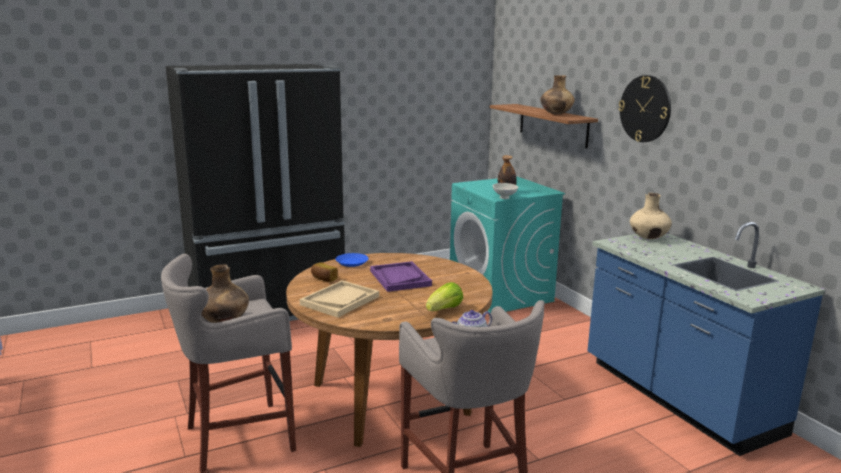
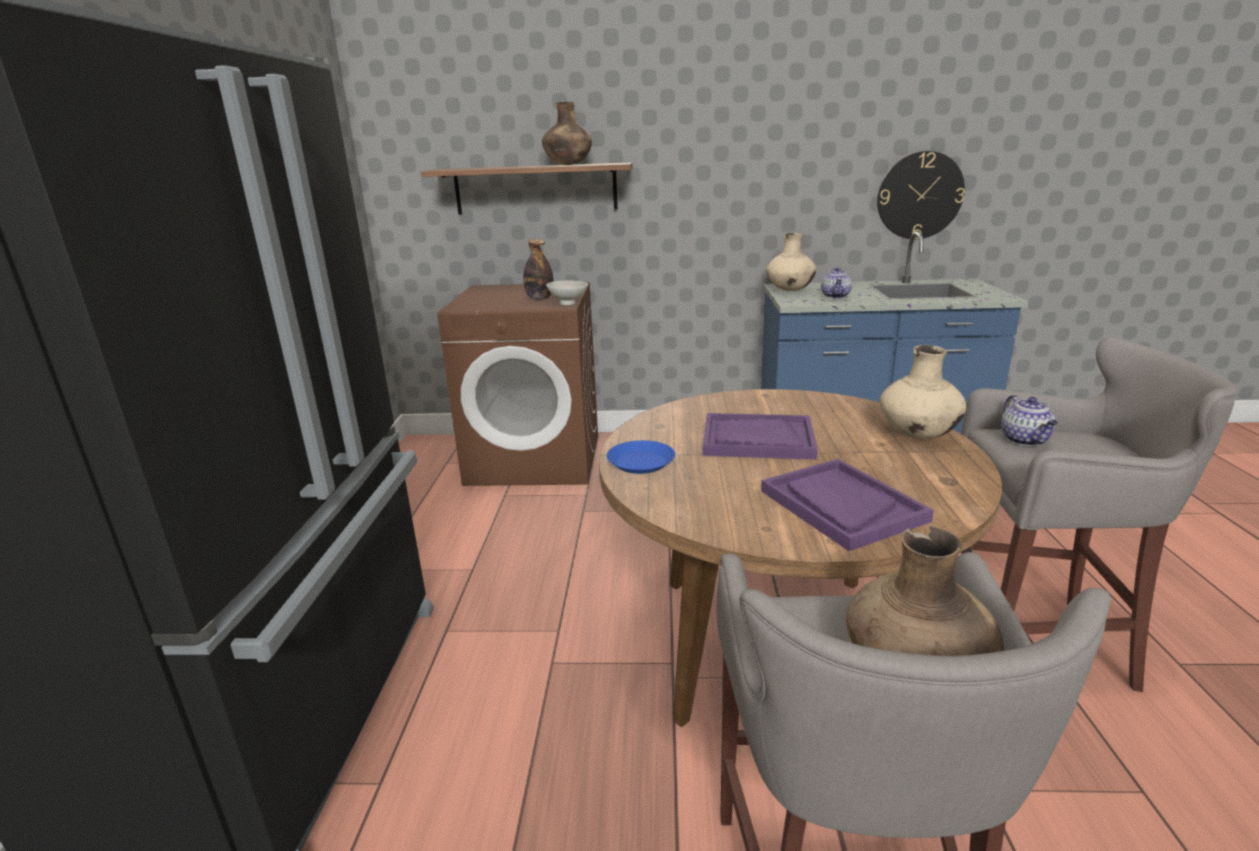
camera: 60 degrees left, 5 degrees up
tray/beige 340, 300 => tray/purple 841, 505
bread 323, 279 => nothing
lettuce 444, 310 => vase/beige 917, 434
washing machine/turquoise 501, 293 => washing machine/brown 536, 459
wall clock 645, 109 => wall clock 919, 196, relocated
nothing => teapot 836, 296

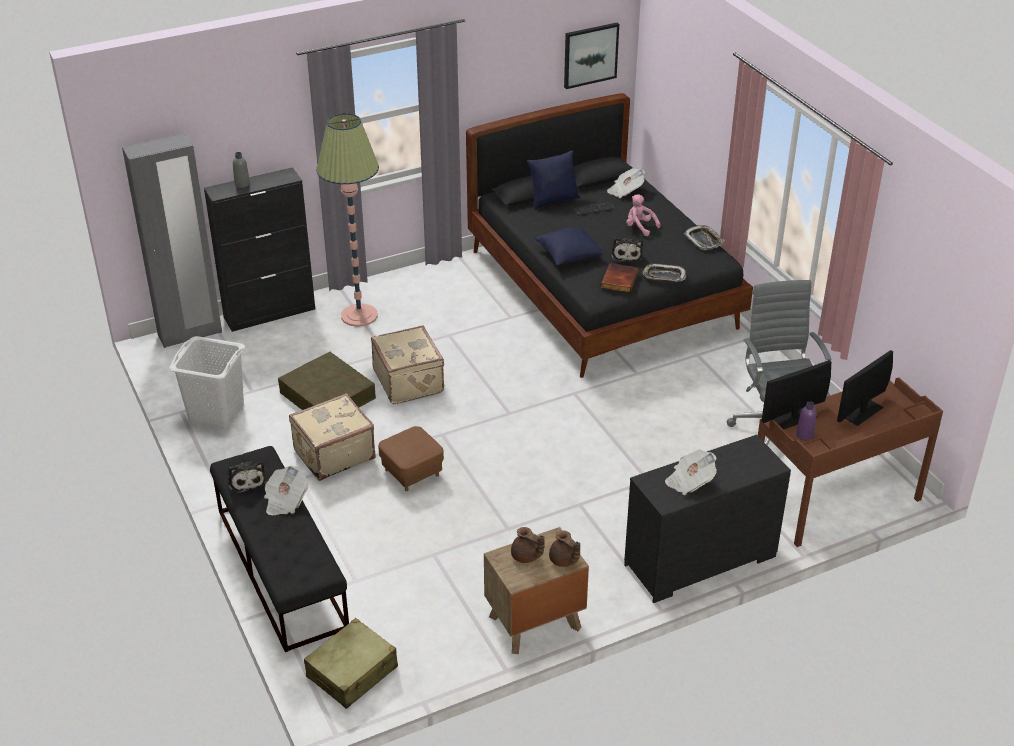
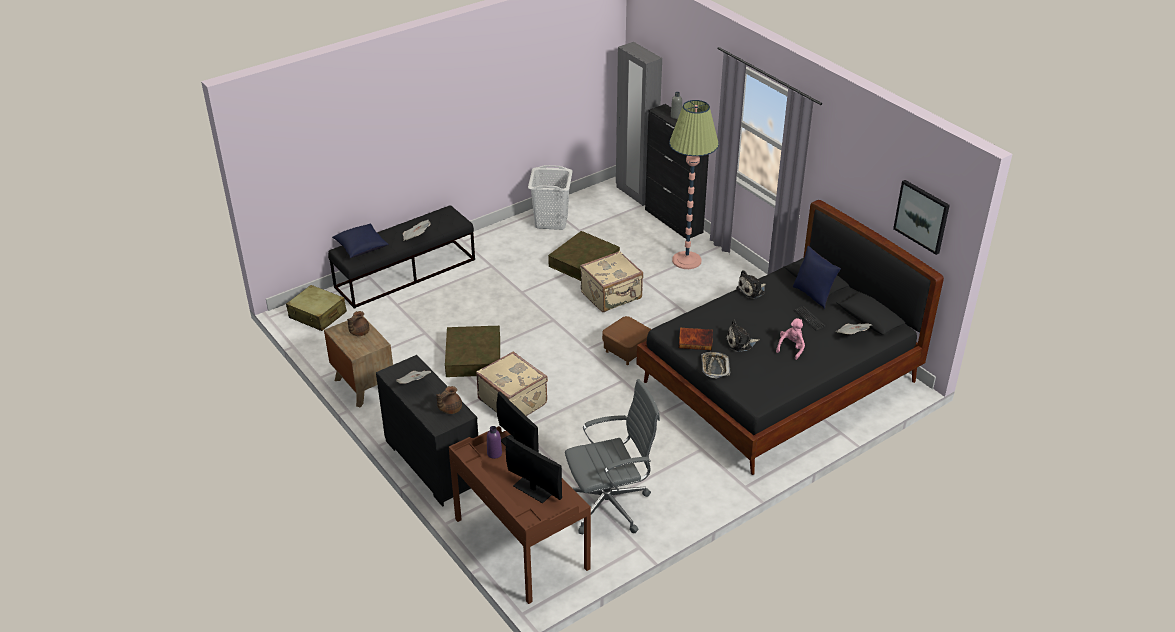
camera: 80 degrees right, 0 degrees up
plush toy 246, 481 => plush toy 752, 290, relocated
suitcase/beige 333, 454 => suitcase/beige 513, 401, relocated
ottoman/brown 412, 472 => ottoman/brown 627, 351, relocated
pillow/blue 569, 256 => pillow/blue 361, 248, relocated
teapot/brown 564, 560 => teapot/brown 450, 409, relocated
tray 704, 240 => nothing
nothing => storage box/brown 473, 356

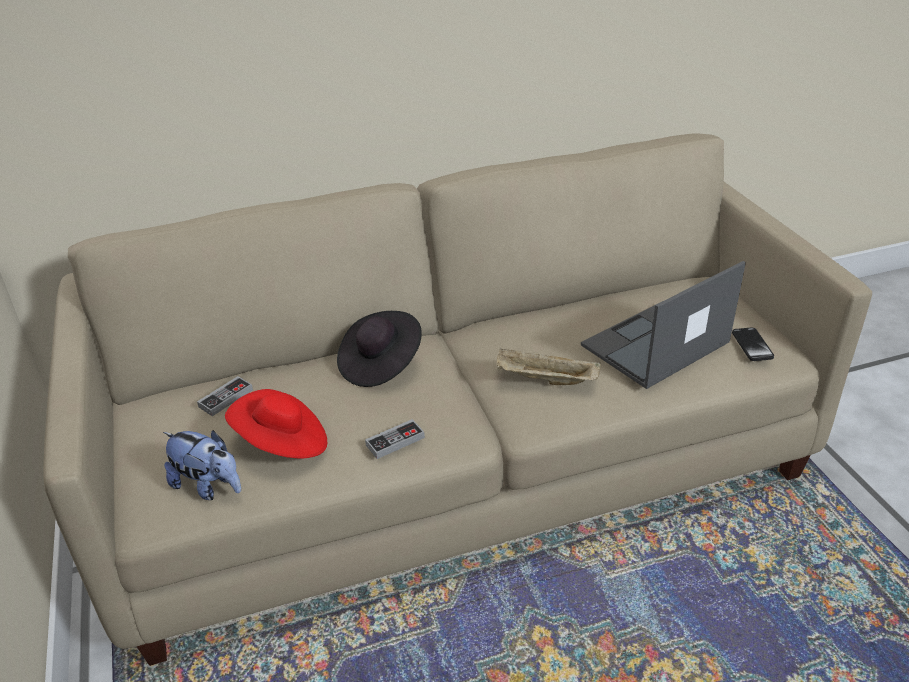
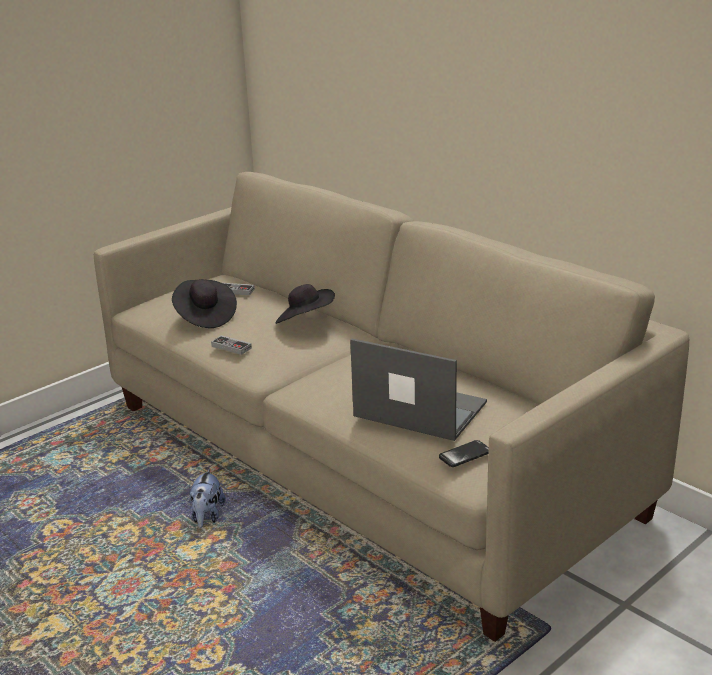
camera: 65 degrees right, 10 degrees down
plush toy 208, 486 => plush toy 207, 516, relocated
hat/red 282, 444 => hat/black 205, 317
tray/beige 545, 380 => nothing

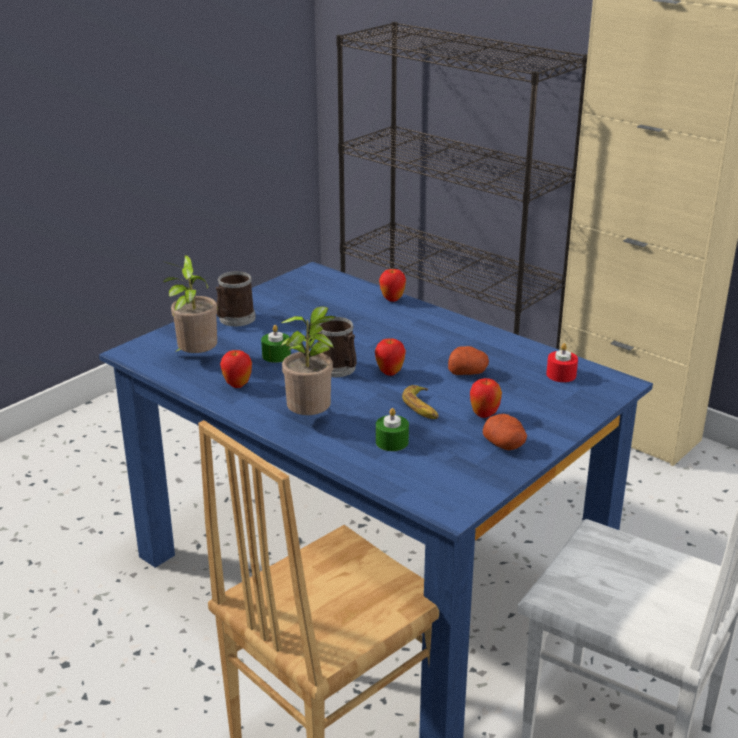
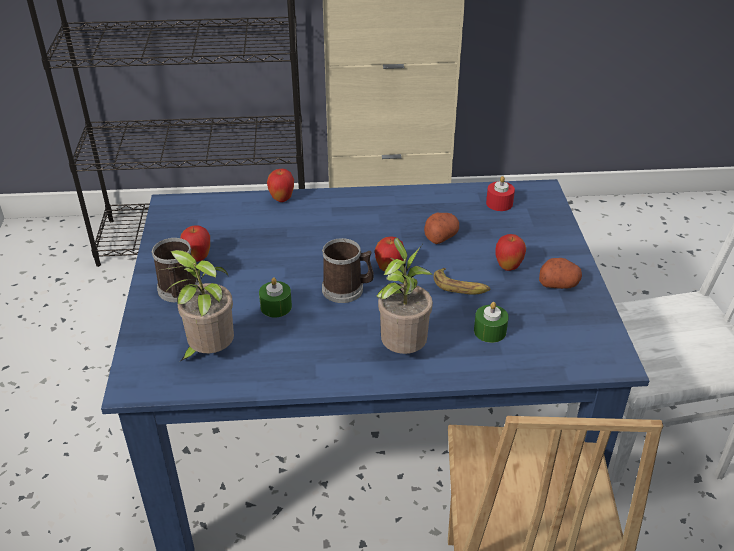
camera: 45 degrees left, 10 degrees up
apple 237, 385 => apple 198, 258, relocated

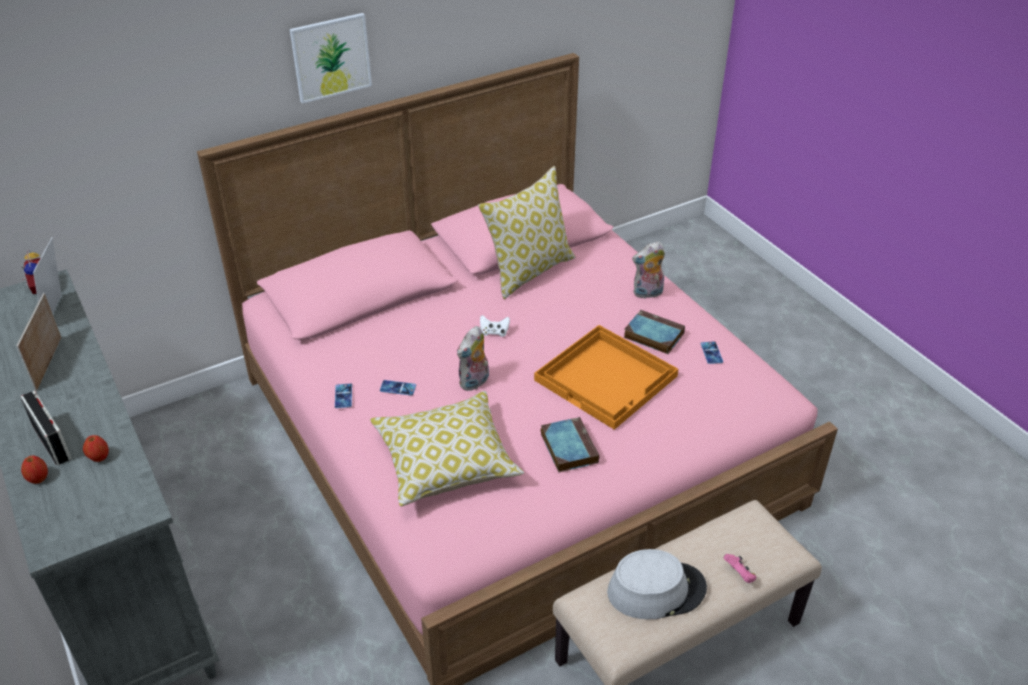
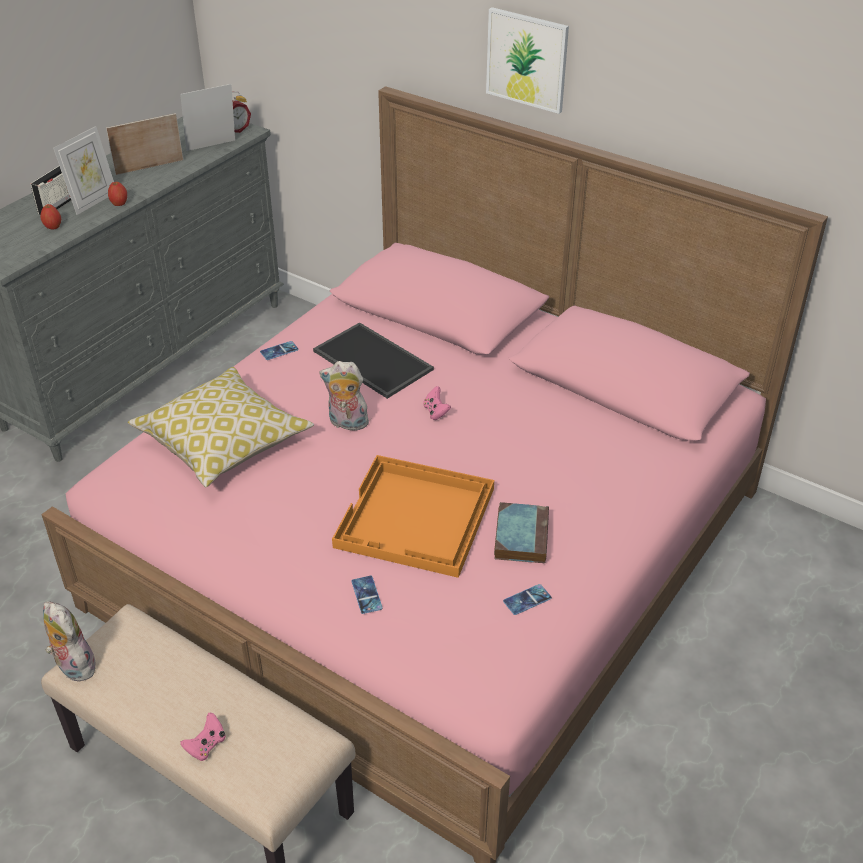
camera: 65 degrees right, 0 degrees up
apple 38, 478 => apple 119, 203, relocated
phone 398, 388 => phone 366, 595, relocated
pillow 529, 270 => nothing
game controller/white 494, 332 => game controller/pink 436, 412
book 568, 447 => nothing
hat/grey 656, 590 => nothing
plush toy 647, 294 => plush toy 73, 666, relocated
nothing => picture frame 93, 201
nothing => tray 370, 360

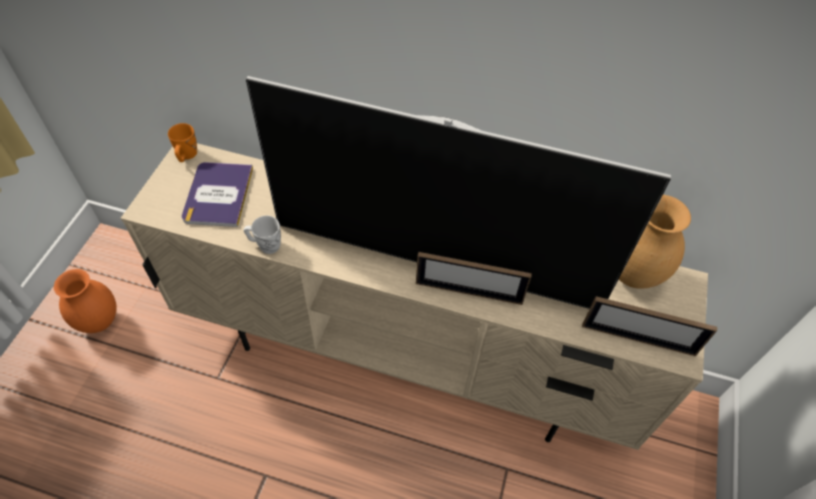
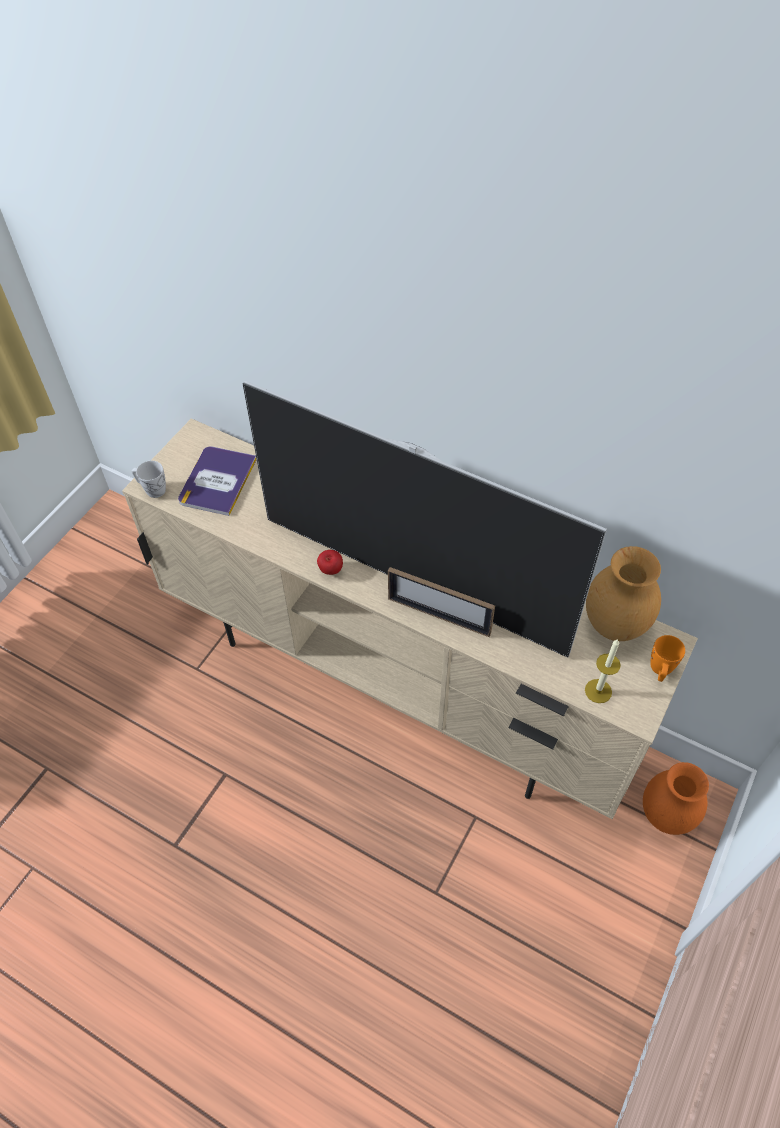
camera: 15 degrees right, 0 degrees up
vase/orange 99, 321 => vase/orange 665, 814, relocated
mug/orange 186, 156 => mug/orange 660, 670, relocated
mug/white 265, 245 => mug/white 152, 489, relocated
picture frame 638, 339 => candle 598, 691
nothing => apple 330, 571

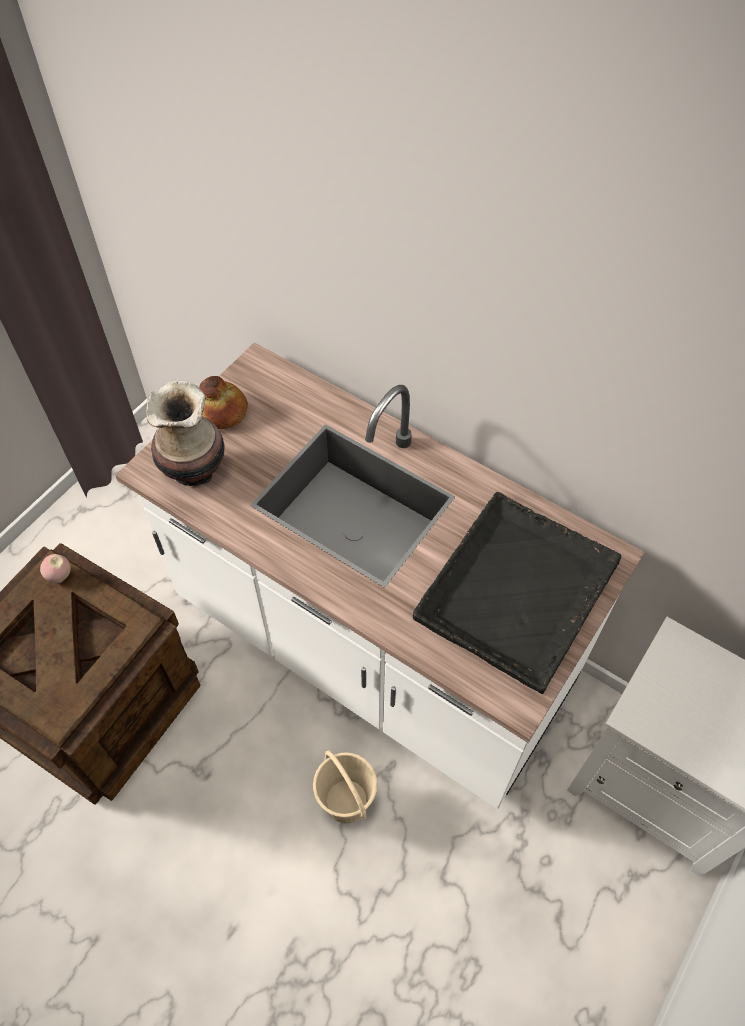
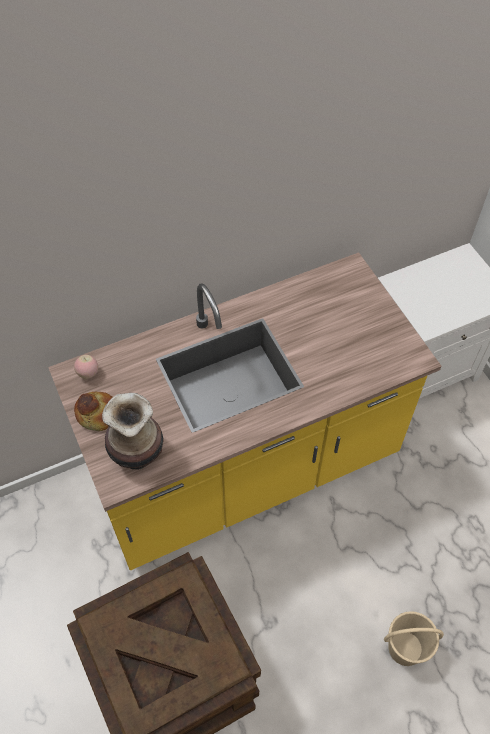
camera: 60 degrees left, 0 degrees up
apple 60, 576 => apple 88, 373, relocated
counter/white 372, 646 => counter/yellow 245, 468
bucket/beige 347, 802 => bucket/beige 406, 648, relocated
tray/black 515, 591 => nothing

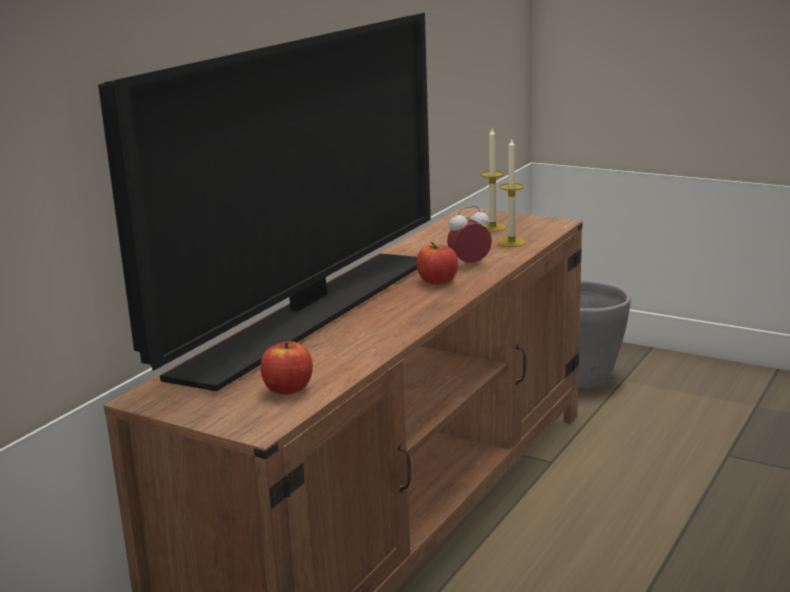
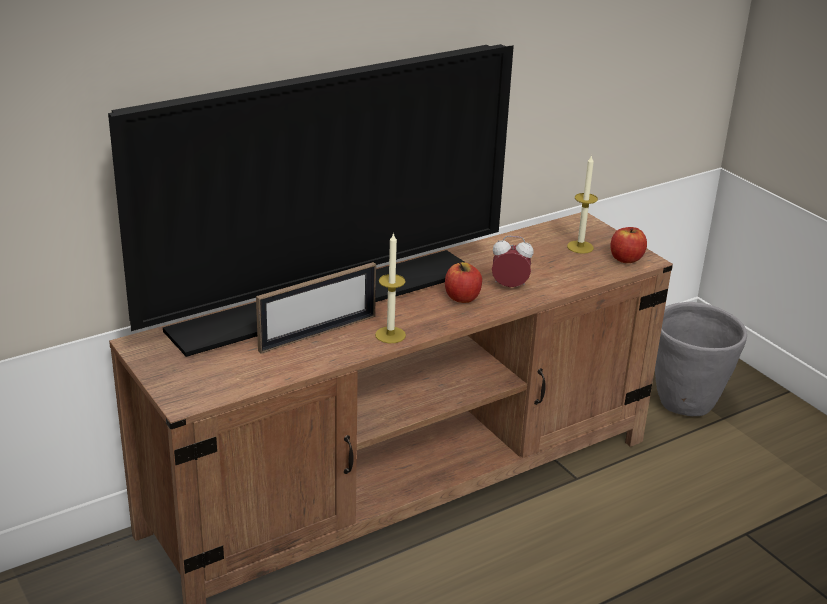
camera: 25 degrees right, 10 degrees up
apple 288, 389 => apple 626, 259, relocated
candle 511, 242 => candle 390, 335, relocated
nothing => picture frame 318, 333

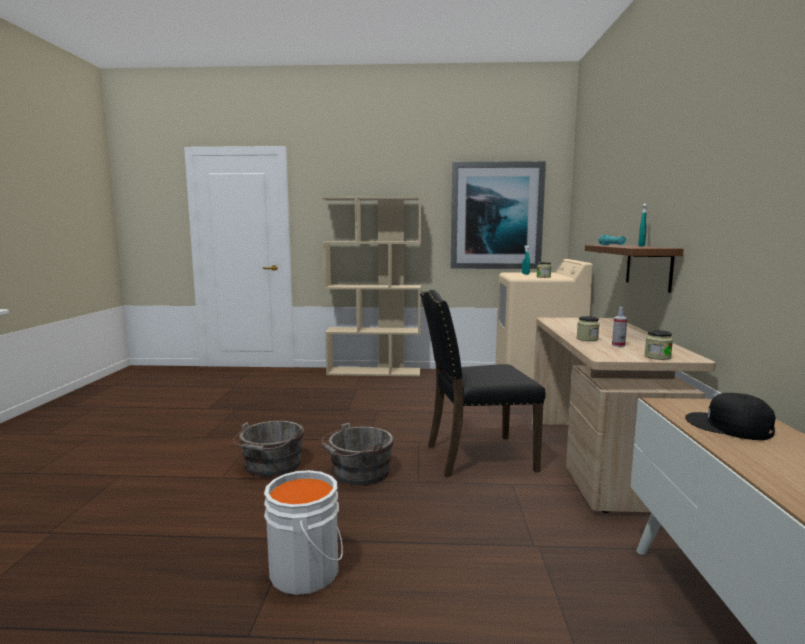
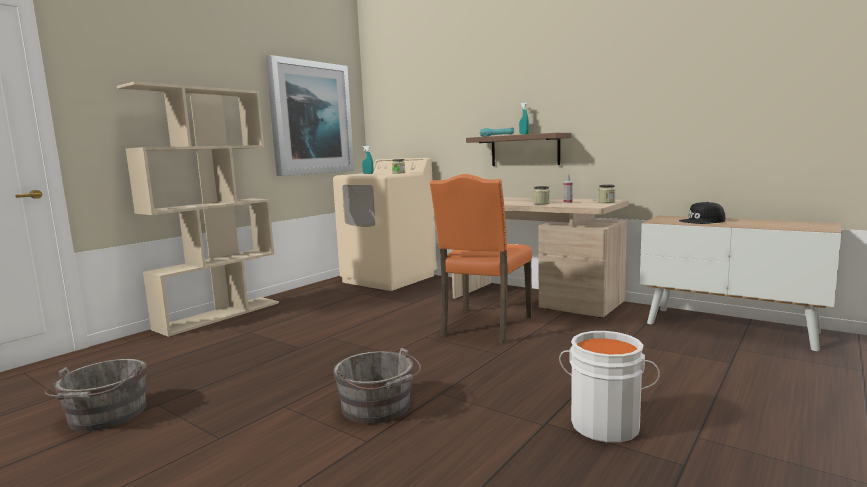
camera: 55 degrees left, 0 degrees up
bucket/grey 358, 473 => bucket/grey 105, 416, relocated
chair/black 476, 457 => chair/orange 484, 326

